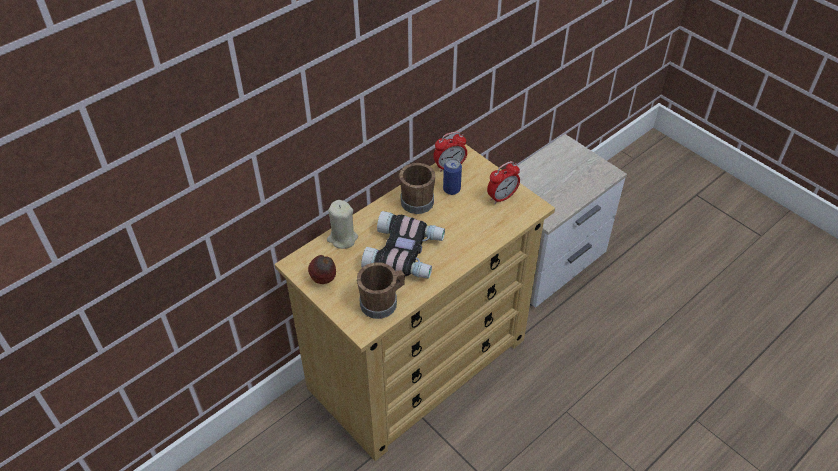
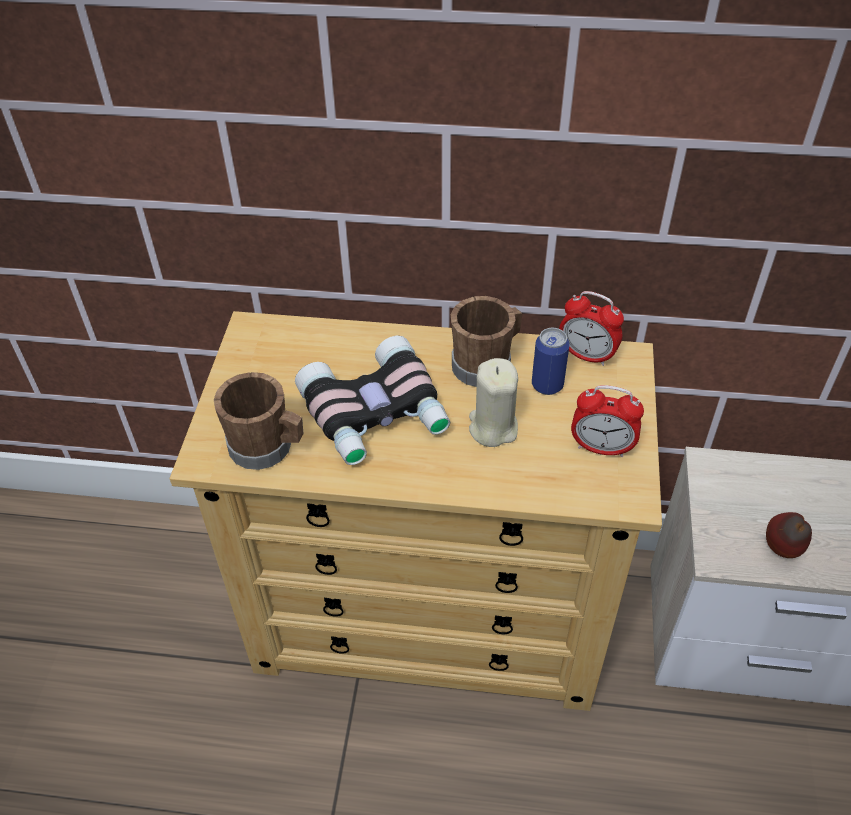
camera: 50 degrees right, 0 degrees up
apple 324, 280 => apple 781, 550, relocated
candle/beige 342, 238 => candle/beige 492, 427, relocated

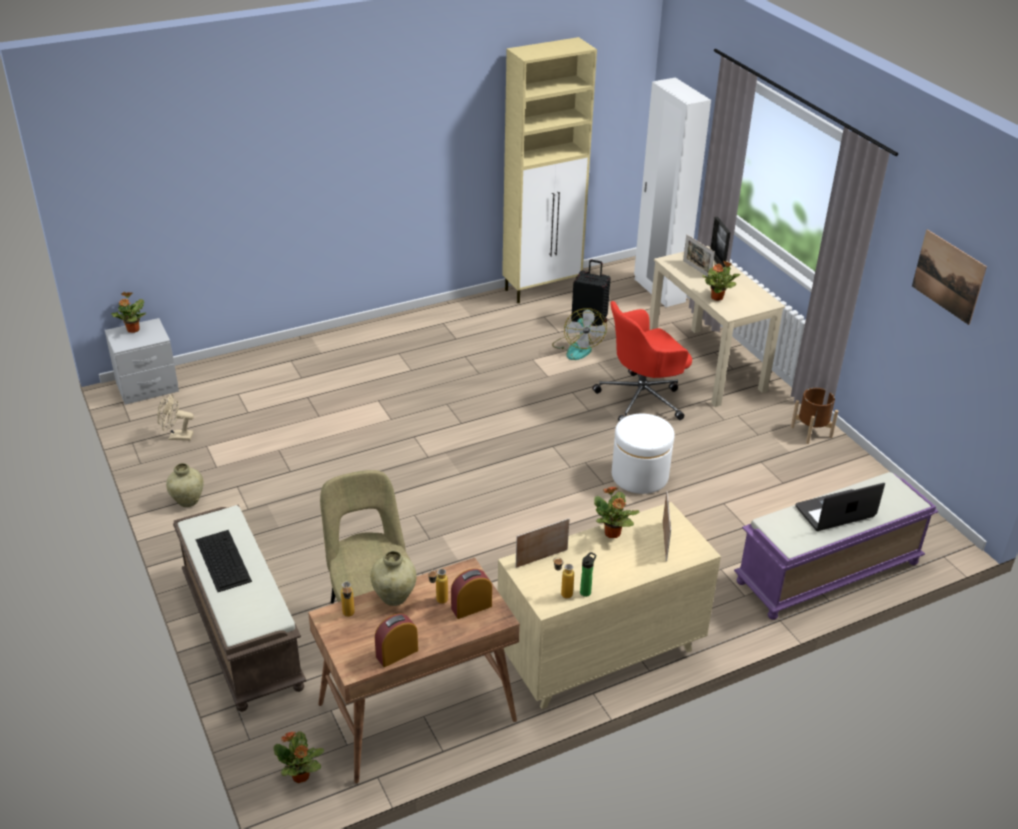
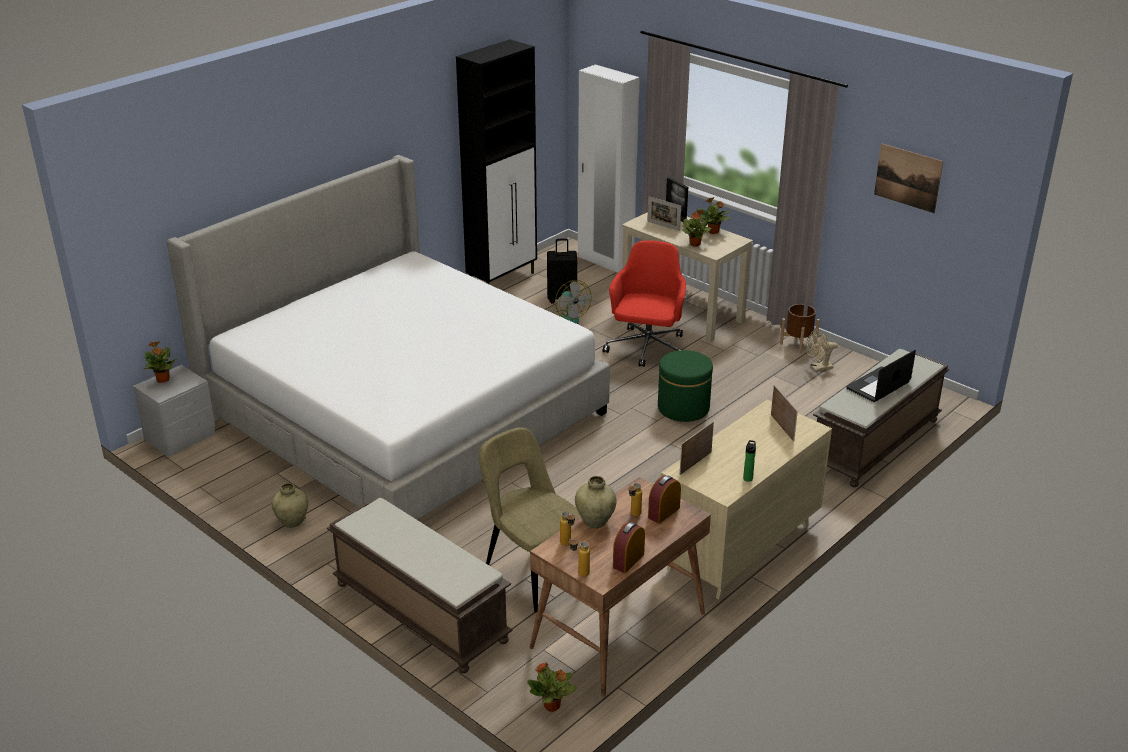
camera: 20 degrees left, 5 degrees down
fan/beige 177, 437 => fan/beige 818, 368, relocated
keyboard 222, 560 => nothing
cabinet/beige 542, 289 => cabinet/black 502, 279
bottle 562, 593 => bottle 579, 573, relocated
office chair/red 642, 399 => office chair/red 646, 349, 150 degrees clockwise
potted plant 612, 534 => potted plant 713, 232, relocated
ottoman/white 639, 476 => ottoman/green 683, 408
bench/purple 827, 573 => bench/brown 875, 444
nothing => bed 403, 414

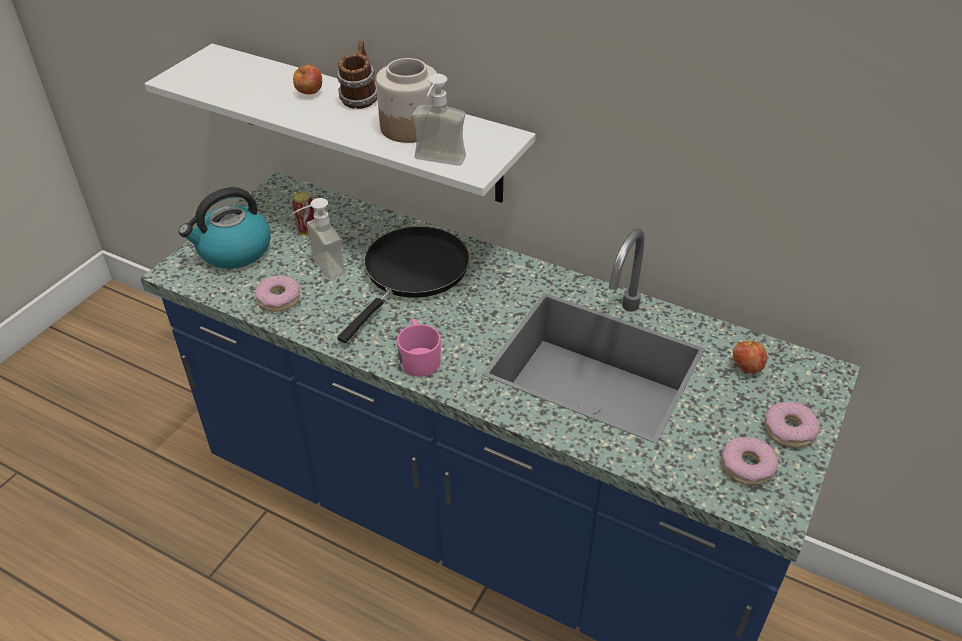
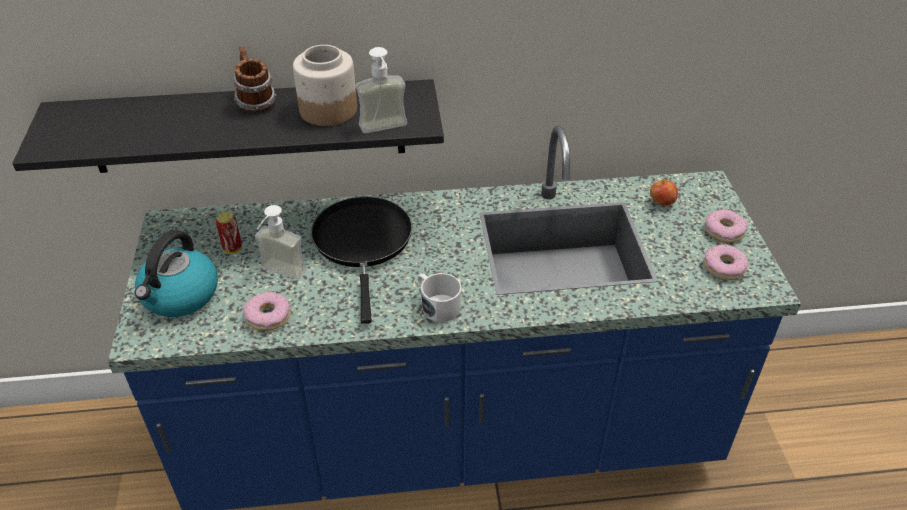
camera: 35 degrees left, 0 degrees up
shelf/white 365, 123 => shelf/black 248, 126
apple 309, 94 => nothing
mug/pink 419, 358 => mug/white 437, 306

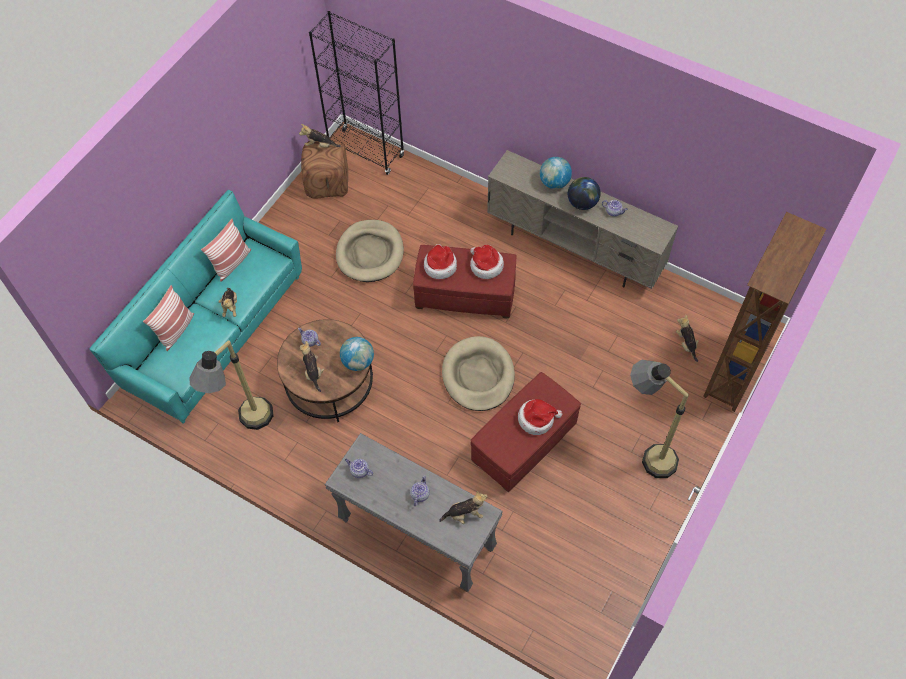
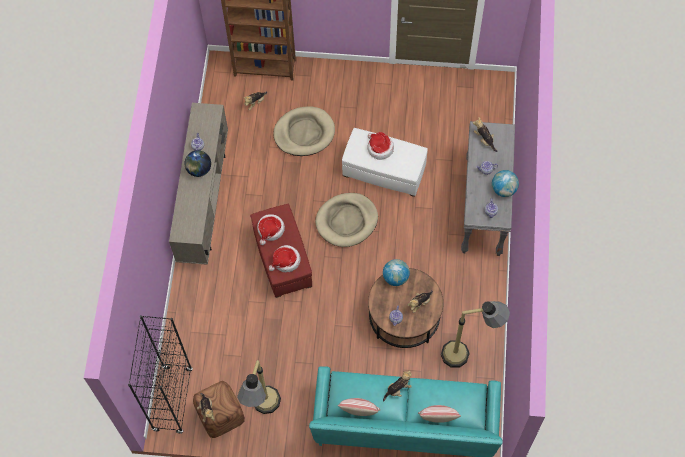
camera: 115 degrees left, 5 degrees up
dog bed/beige 370, 253 => dog bed/beige 304, 133, relocated
ottoman/red 523, 443 => ottoman/white 384, 172
globe 554, 183 => globe 503, 189, relocated
floor lamp 645, 453 => floor lamp 263, 413, relocated

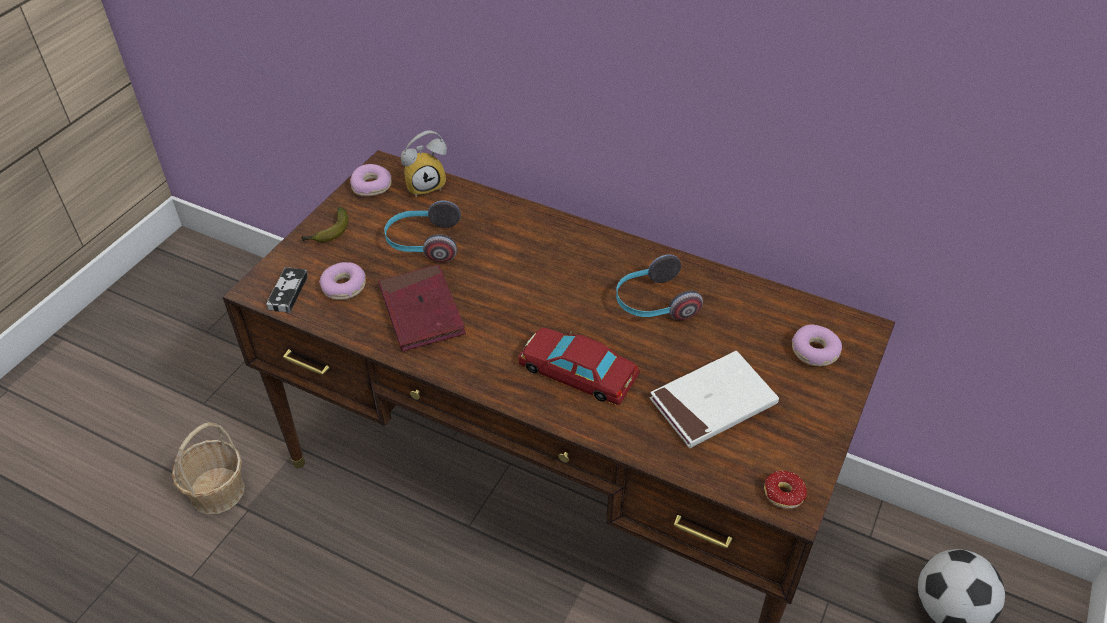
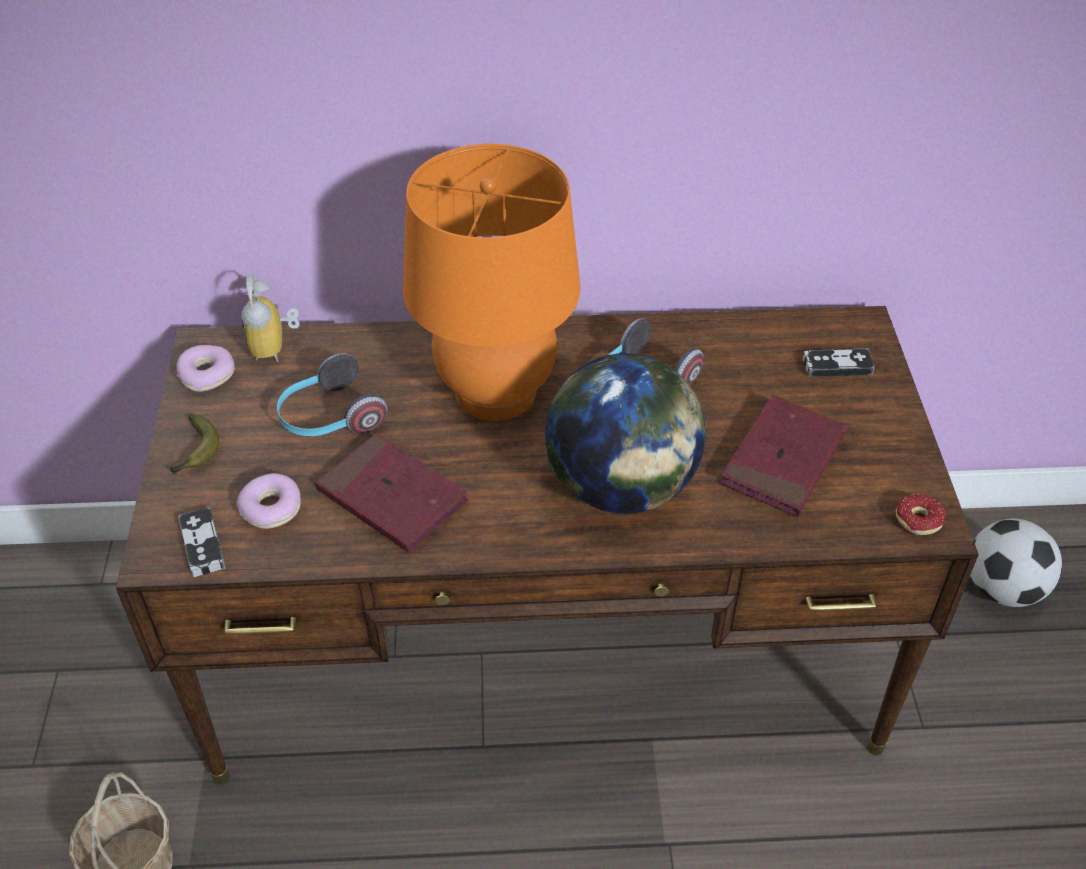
camera: 30 degrees left, 0 degrees up
alarm clock 425, 185 => alarm clock 275, 348, 135 degrees clockwise
toy car/red 577, 371 => globe 621, 488
book/white 713, 403 => book/red 783, 460
donut 814, 352 => game controller 837, 366
nothing => table lamp/orange 495, 392

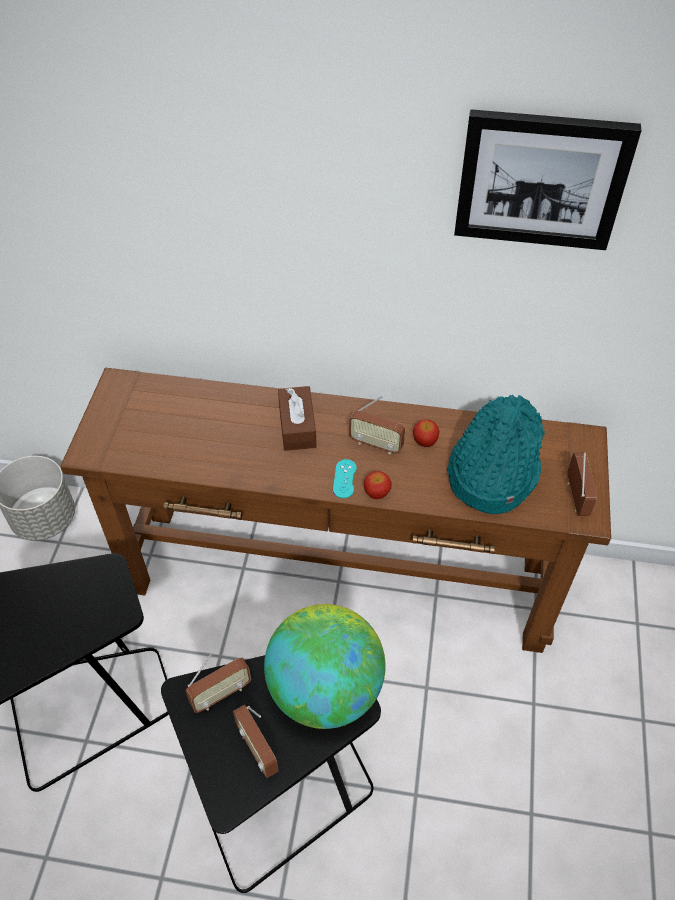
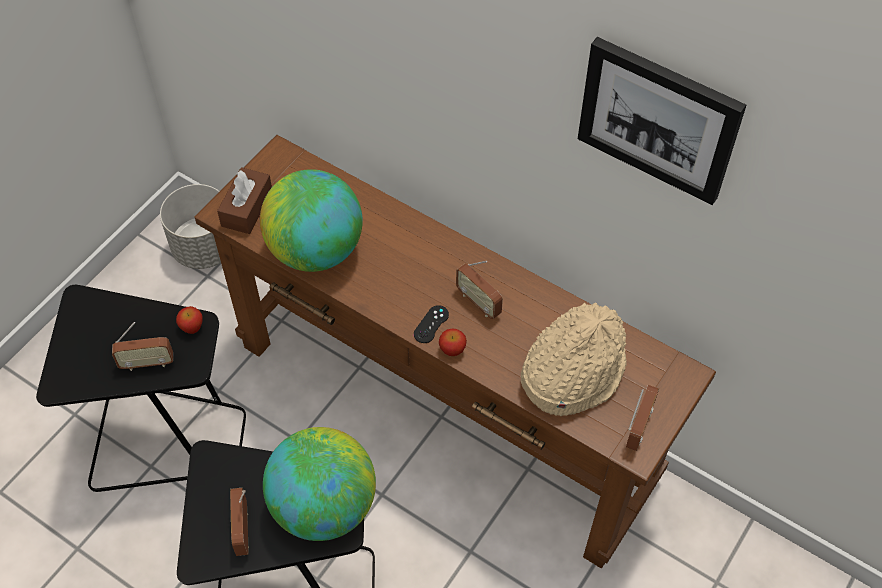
camera: 25 degrees right, 5 degrees up
radio 221, 694 => radio 147, 363, relocated
tissue box/brown 297, 426 => tissue box/brown 247, 208, relocated
game controller/turquoise 344, 479 => game controller/black 431, 324
apple 424, 441 => apple 192, 327, relocated
hat/turquoise 491, 472 => hat/beige 571, 372
nothing => globe 315, 250

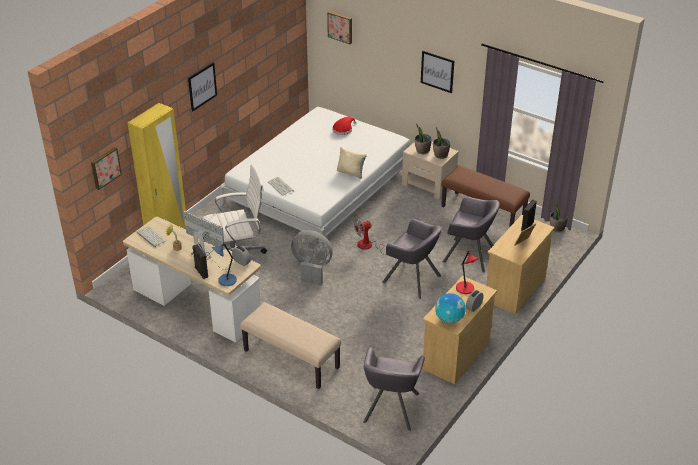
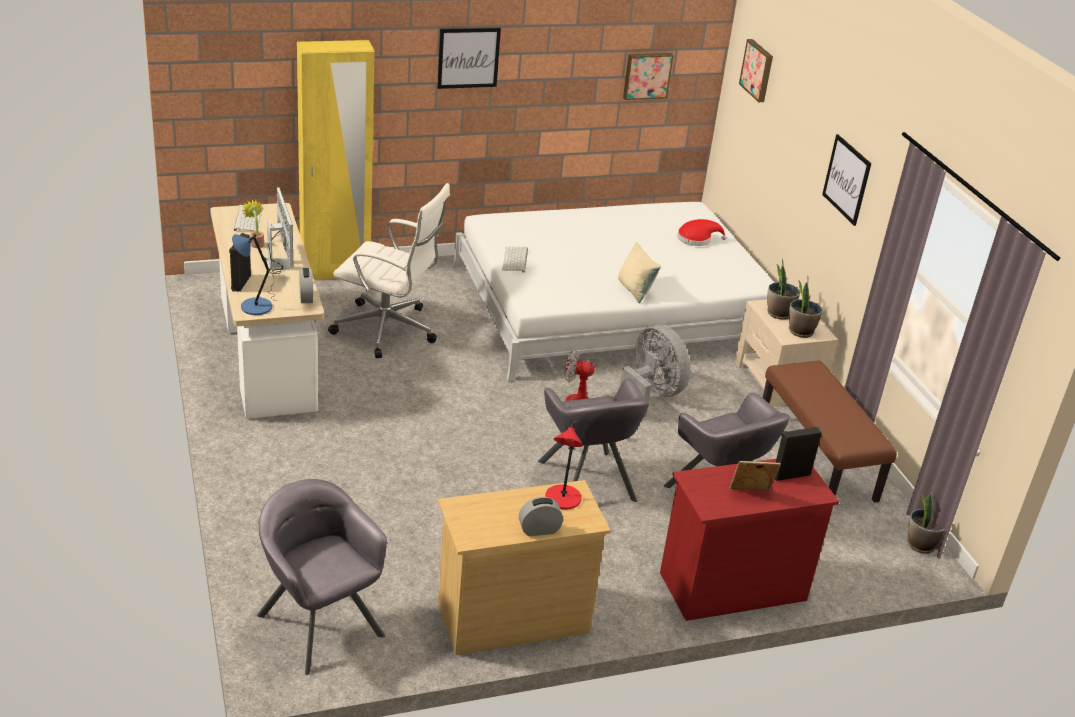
camera: 35 degrees right, 5 degrees down
picture 105, 167 => picture 647, 75, relocated
bench/beige 290, 359 => nothing
fan/grey 311, 269 => fan/grey 651, 394, relocated
armchair/grey 390, 408 => armchair/grey 320, 624, 90 degrees clockwise
globe 449, 319 => nothing
dresser/beige 515, 289 => dresser/red 732, 586

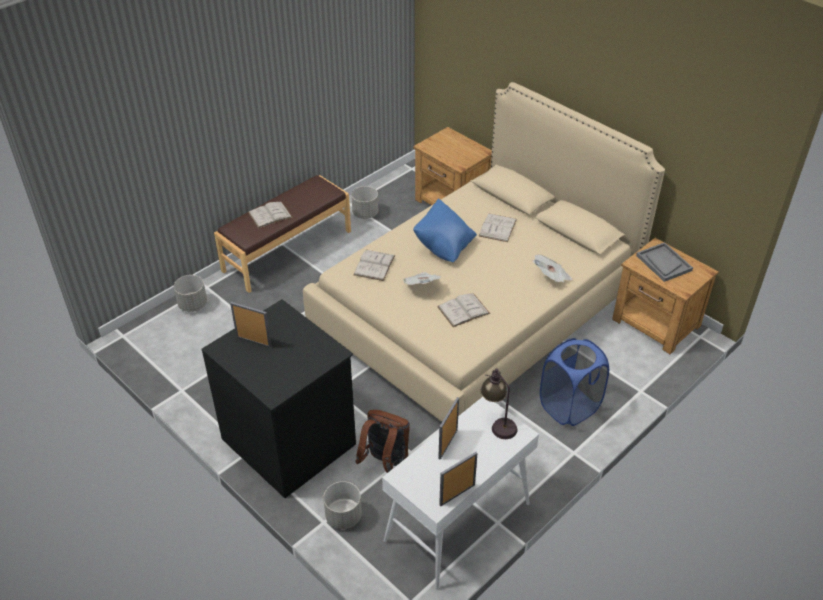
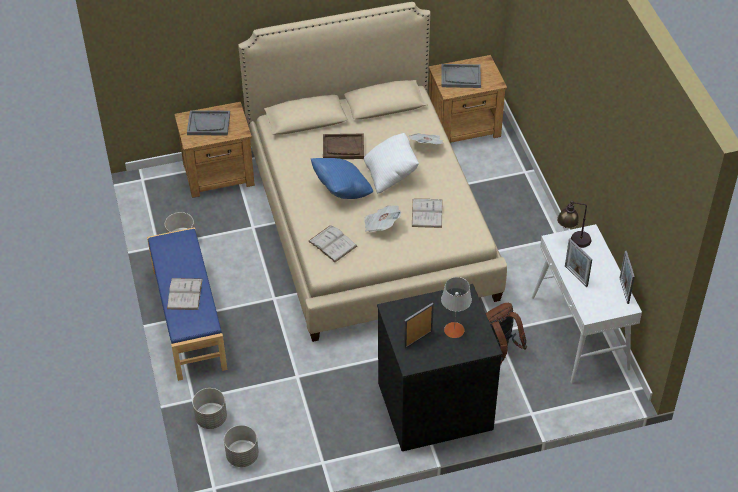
camera: 60 degrees left, 5 degrees up
bench/brown 287, 250 => bench/blue 188, 319
planter/grey 343, 516 => planter/grey 242, 456, relocated
book/white 497, 227 => tray/brown 343, 148
laundry basket/blue 569, 407 => nothing
nothing => tray/grey 209, 124
nothing => pillow/white 391, 175
nothing => table lamp/grey 454, 330

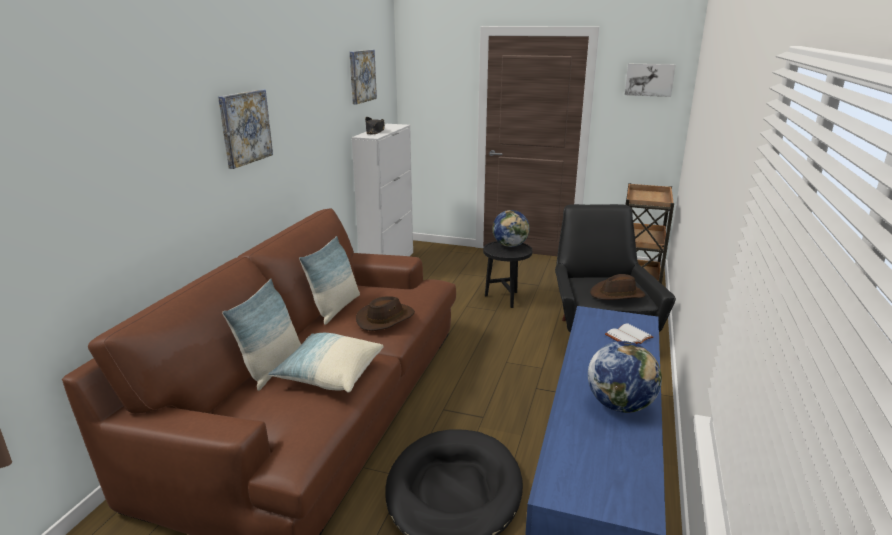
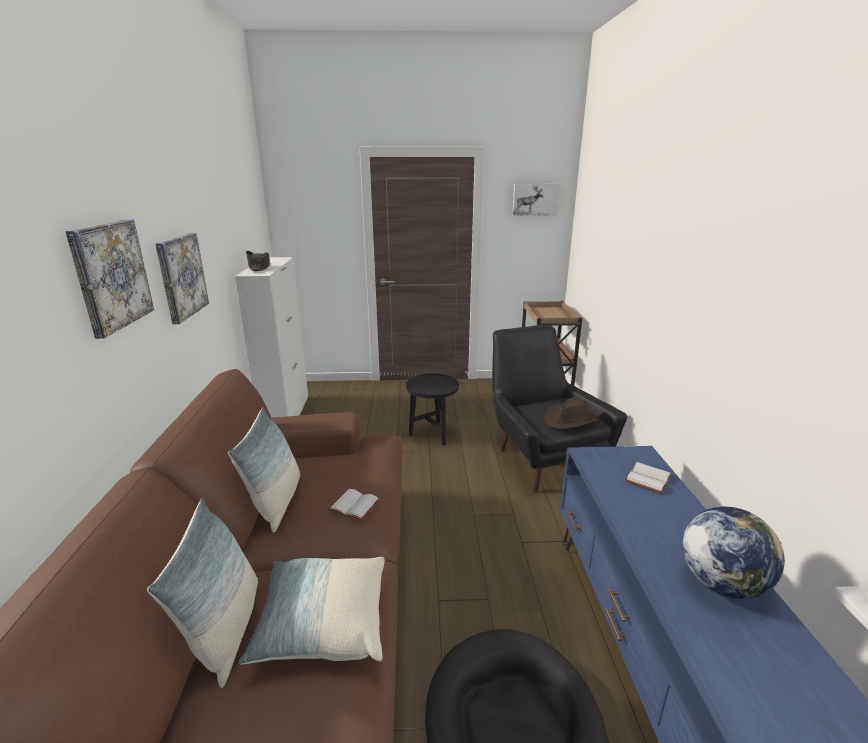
camera: 20 degrees left, 0 degrees up
picture 361, 76 => picture 181, 276, relocated
hat/brown 385, 319 => book/white 353, 506
globe 510, 245 => nothing

